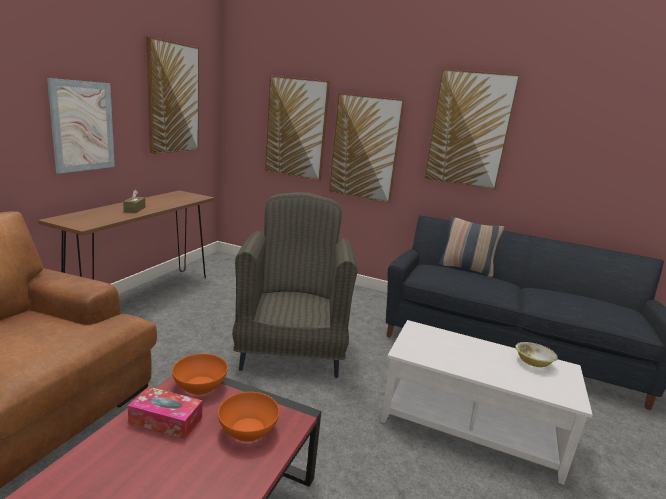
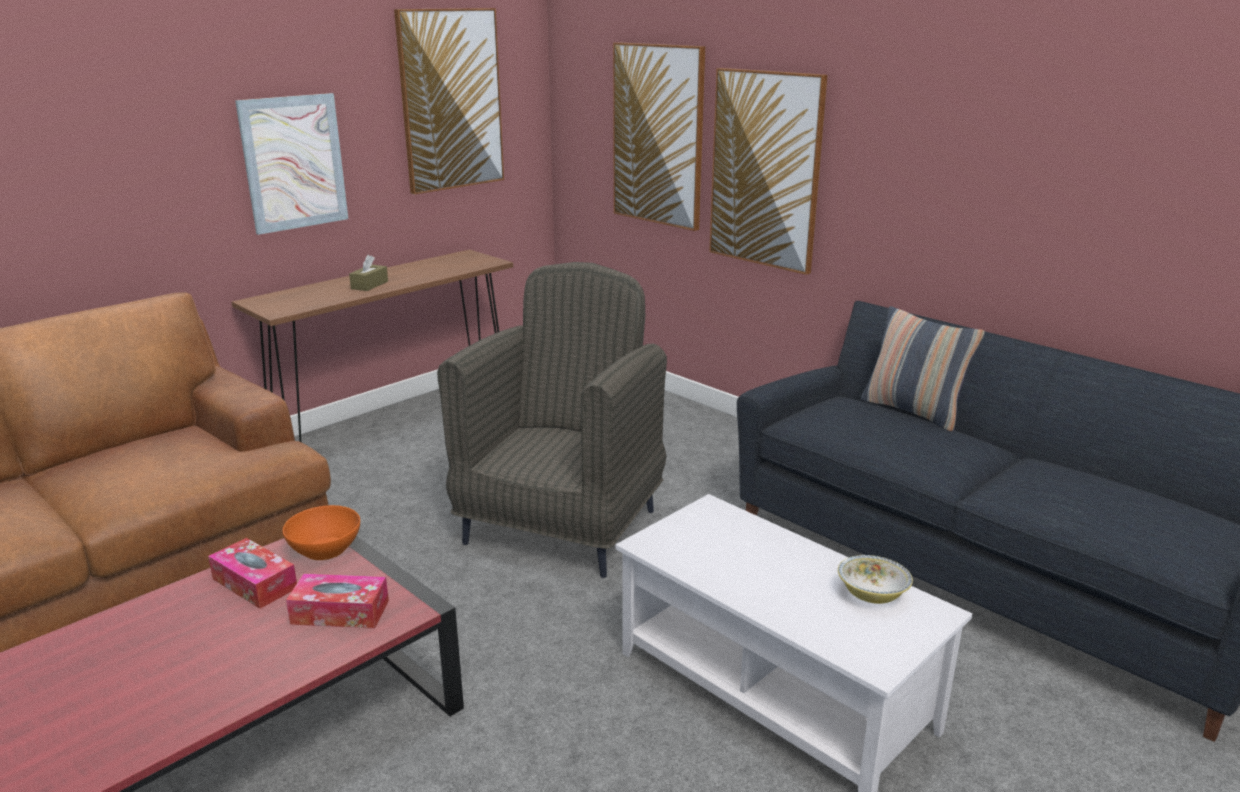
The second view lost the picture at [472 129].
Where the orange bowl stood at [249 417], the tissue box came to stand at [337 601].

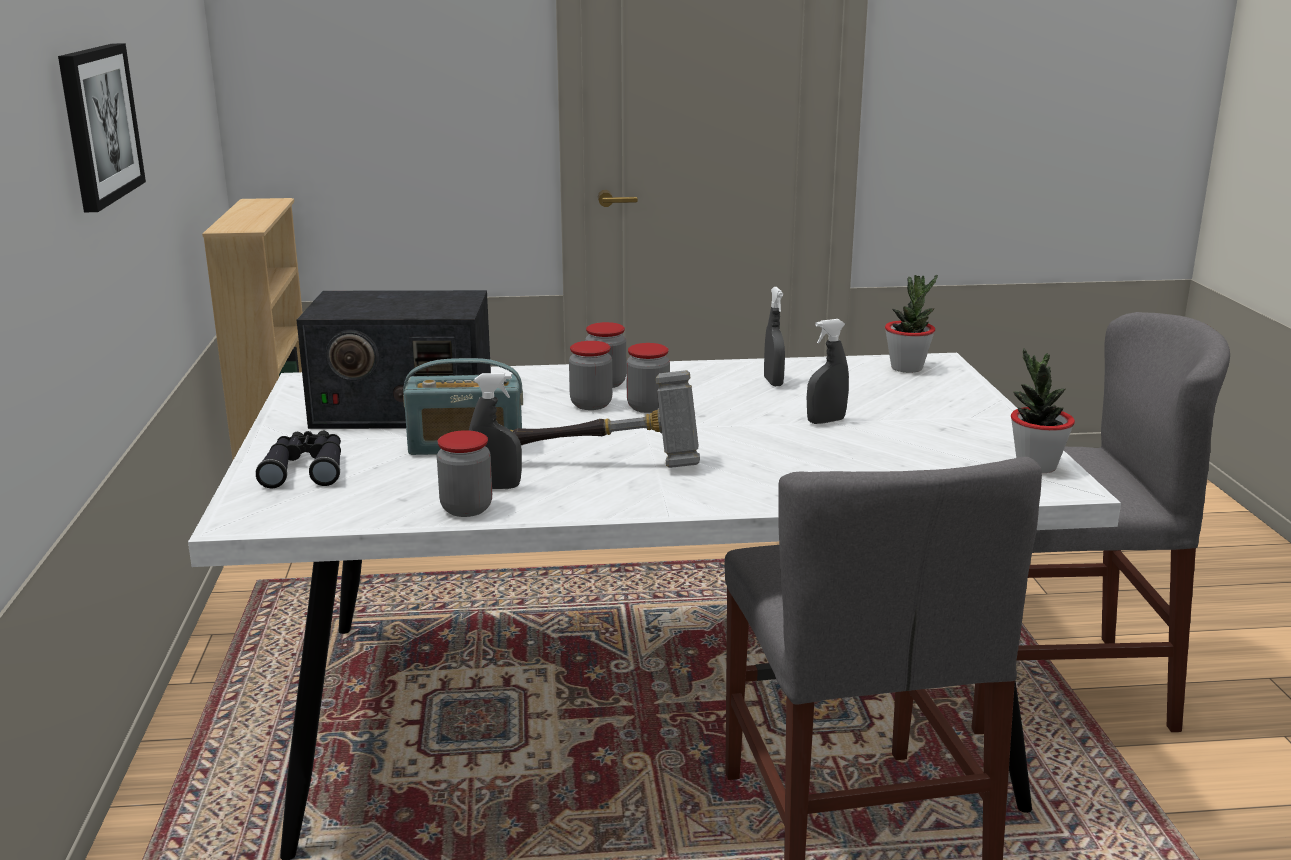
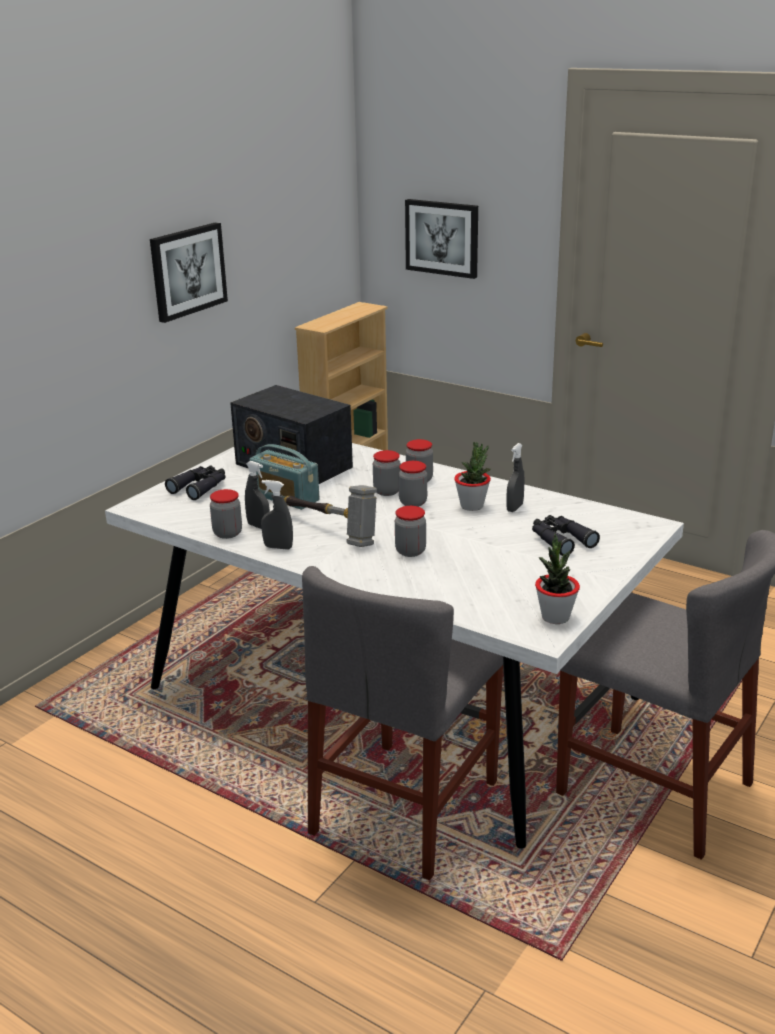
The potted plant ended up elsewhere, having gone from [911 323] to [472 476].
The grey spray bottle ended up elsewhere, having gone from [828 371] to [277 515].
The second view gained the picture at [441 239].
The second view gained the jar at [410 531].
The second view gained the black binoculars at [566 535].

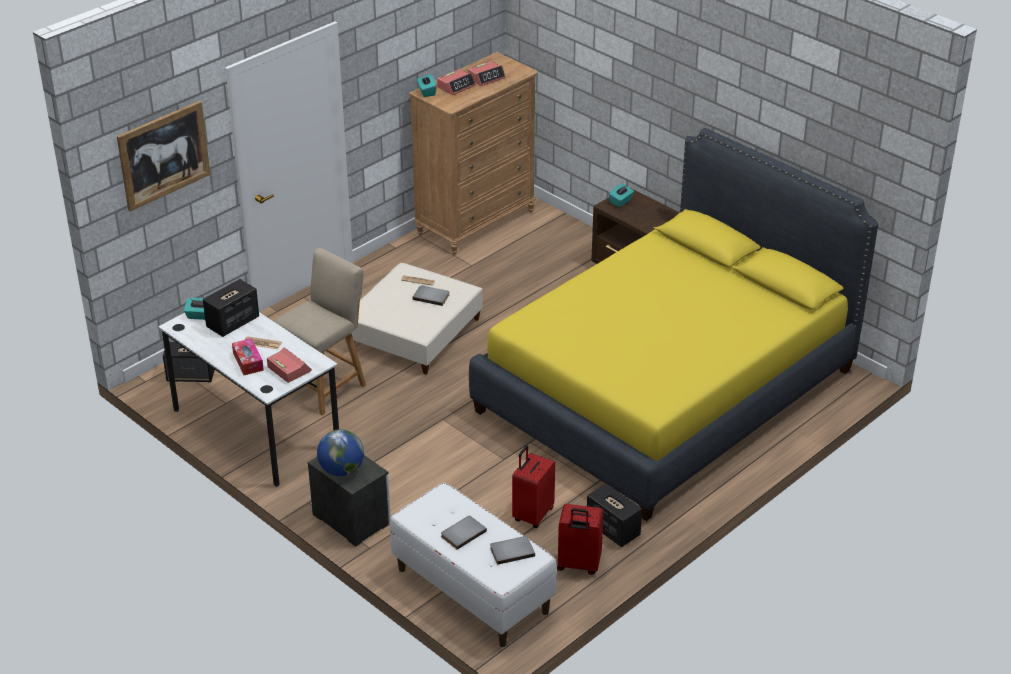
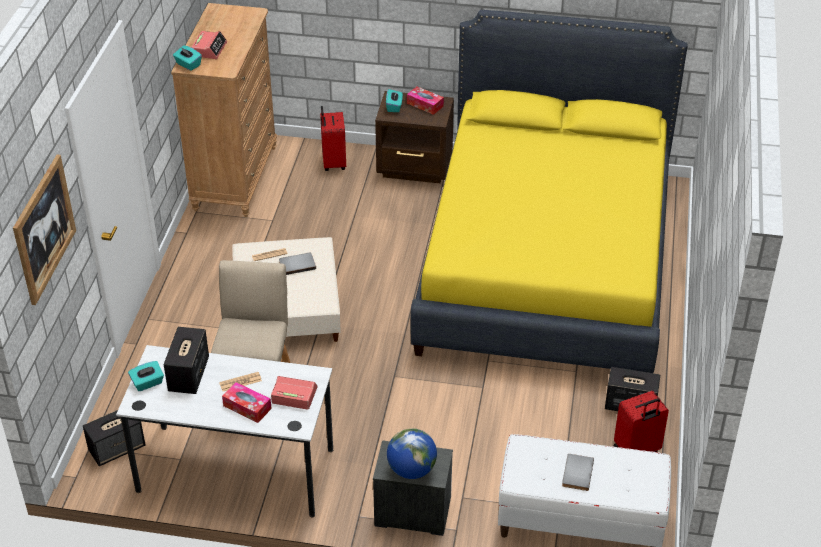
The second view lost the alarm clock at [486 73].
The red suitcase ended up elsewhere, having gone from [533 487] to [333 138].
The second view lost the grey book at [512 550].
The second view gained the tissue box at [425 101].

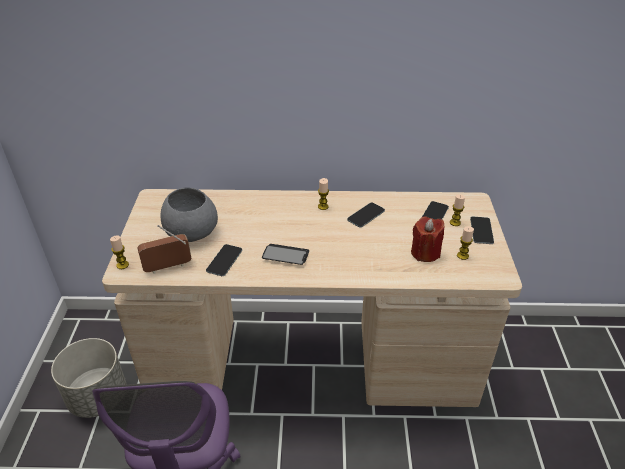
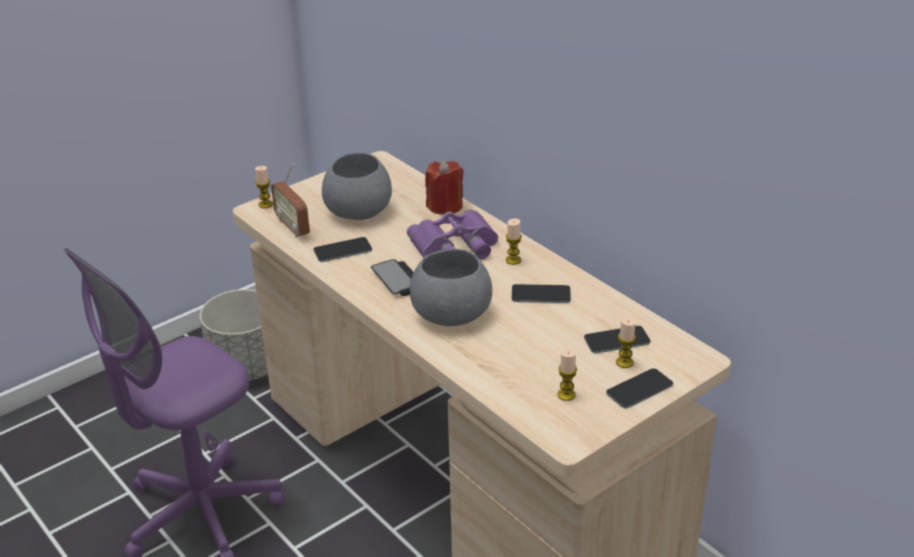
The red candle ended up elsewhere, having gone from [427 239] to [444 187].
The radio at [164 249] ended up facing another way, 150 degrees counterclockwise from before.
The second view gained the purple binoculars at [452 234].
The second view gained the grey bowl at [451 287].

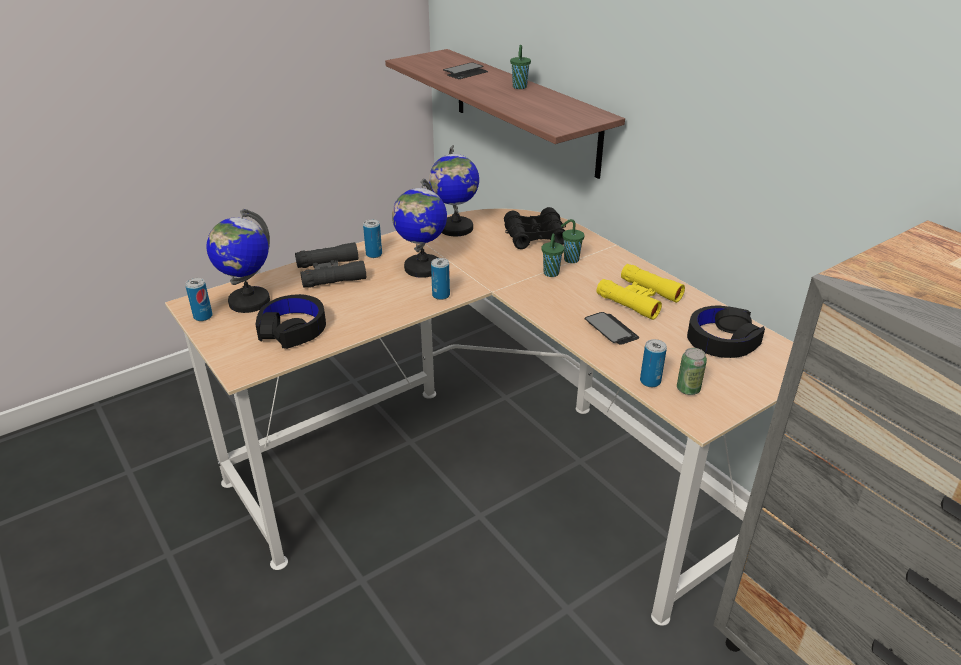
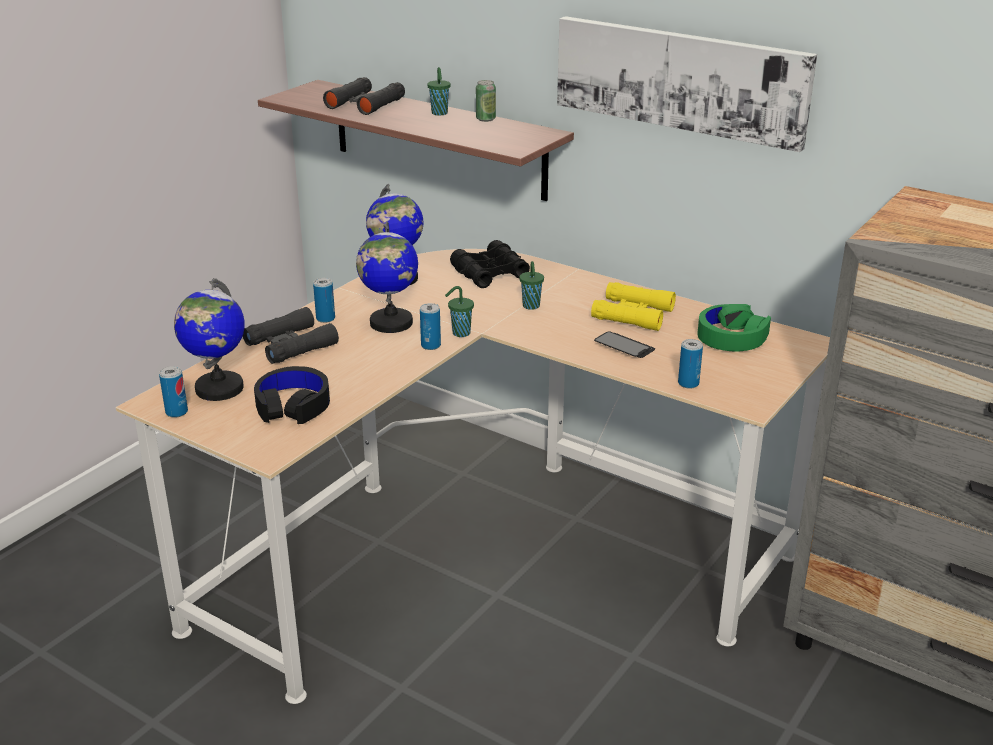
Where the phone stood at [465 70], the black binoculars came to stand at [364 96].
The green cup ended up elsewhere, having gone from [573 241] to [459 311].
What was the black headphones at [726 332] turned into the green headphones at [734 328].
The can ended up elsewhere, having gone from [692 371] to [486 101].
The second view gained the picture at [687 84].

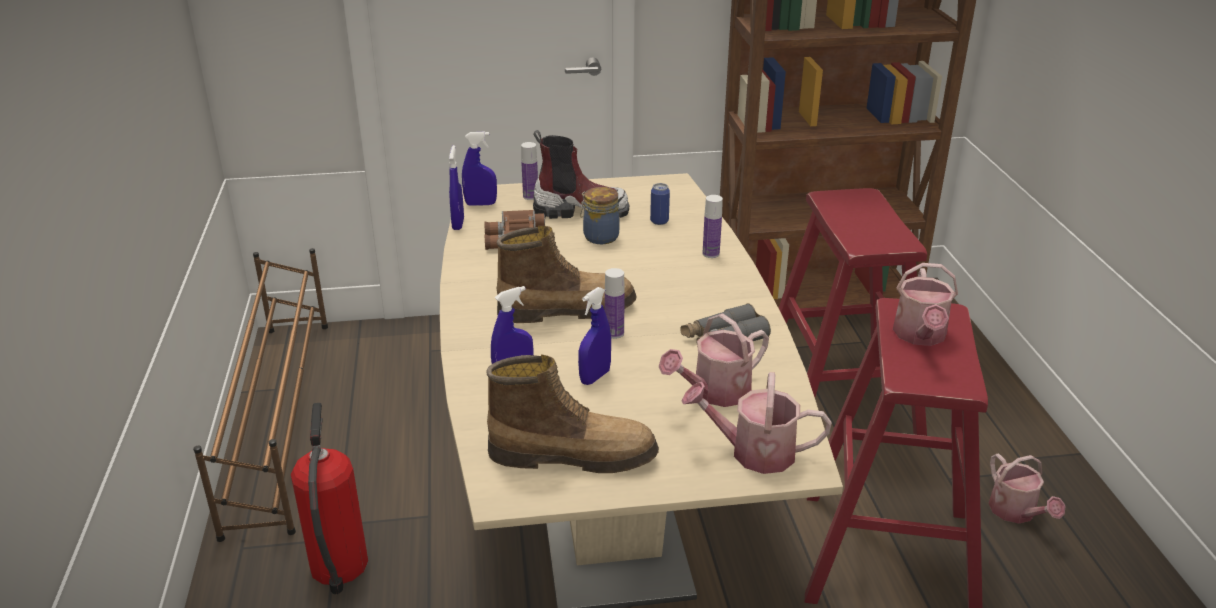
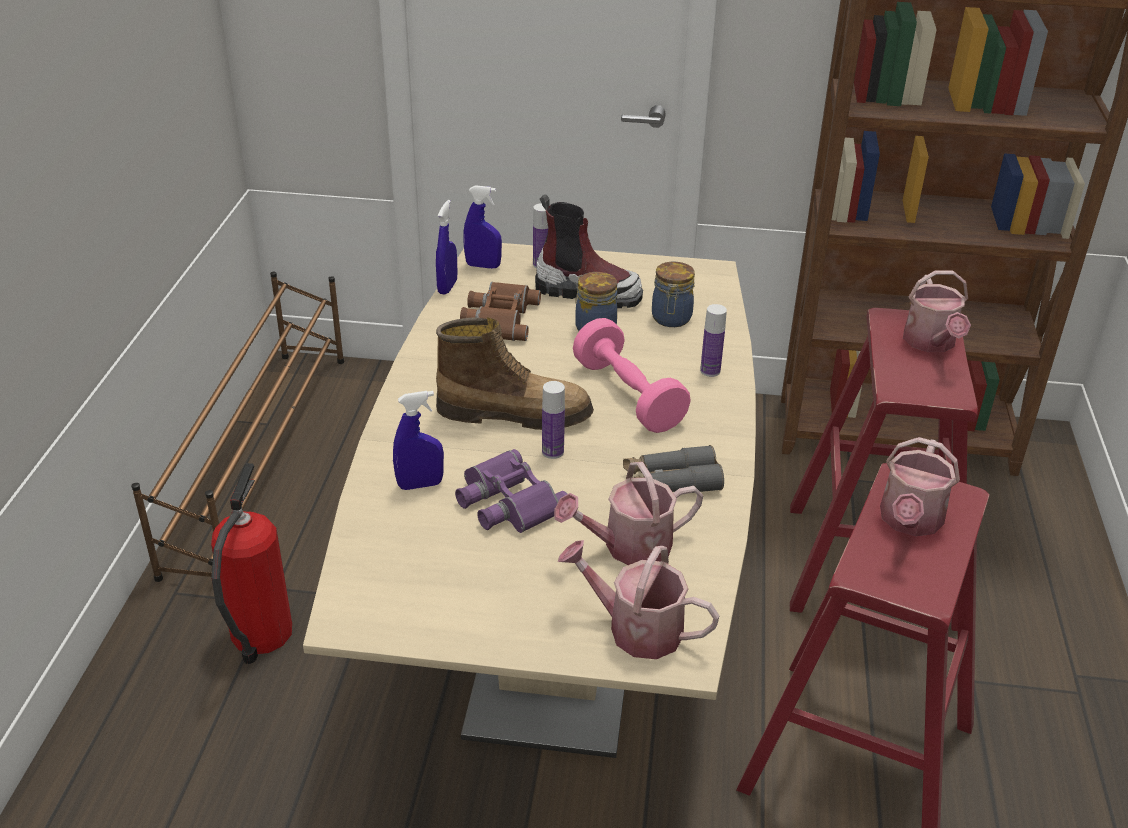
Where the can stood at [660 204], the jar came to stand at [673 294].
Where the blue spray bottle stood at [594 336], the purple binoculars came to stand at [511 491].
The second view lost the boot at [572 413].
The watering can ended up elsewhere, having gone from [1027 488] to [937 311].
The second view gained the pink dumbbell at [632 375].

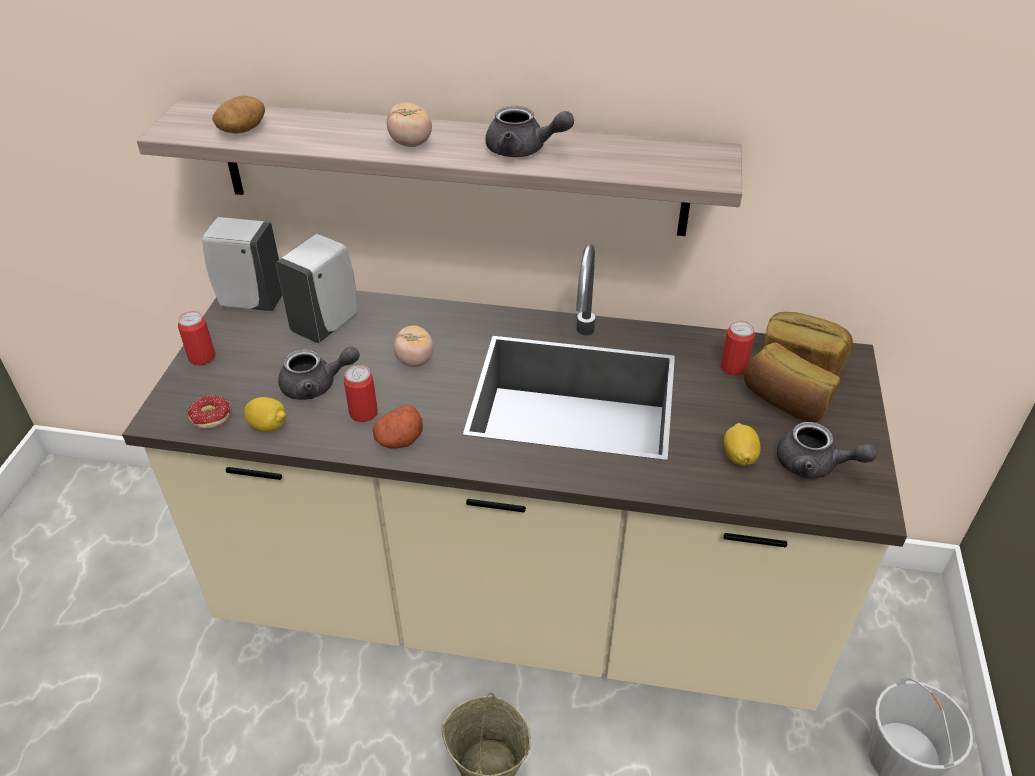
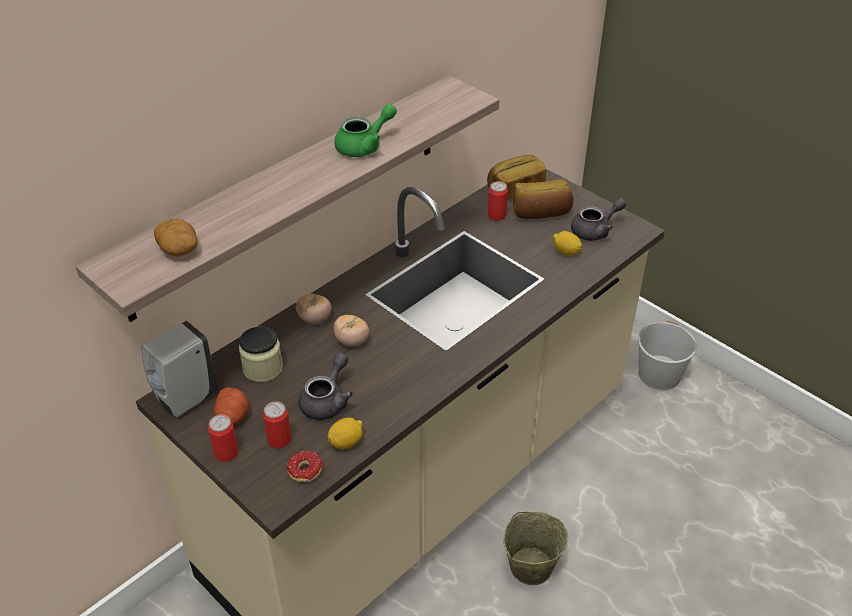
The tomato ended up elsewhere, having gone from [409 124] to [314 309].
What was the grey teapot at [530 131] turned into the green teapot at [365 130].
Where the white soap dispenser stood at [316 288], the jar came to stand at [261 354].
The can ended up elsewhere, having gone from [361 393] to [277 424].
The potato ended up elsewhere, having gone from [398 427] to [231 406].

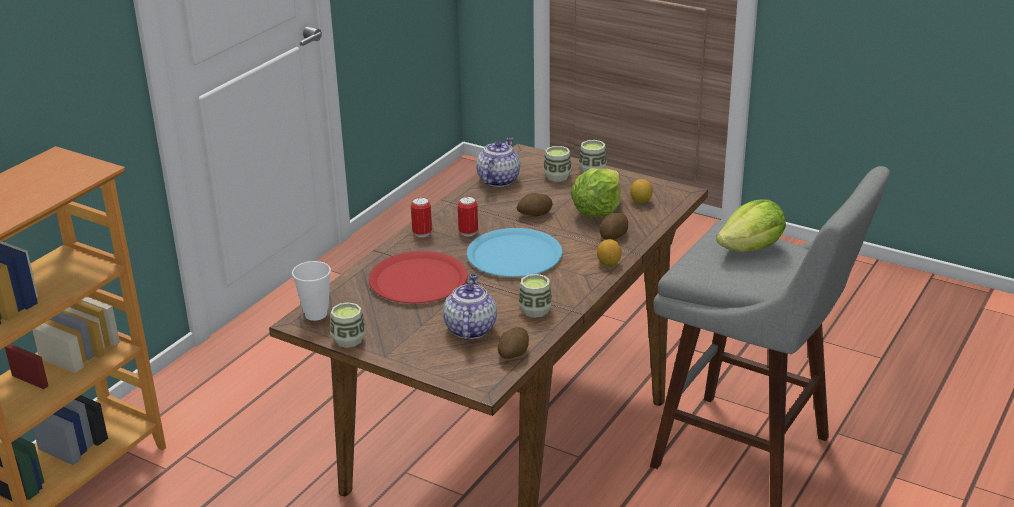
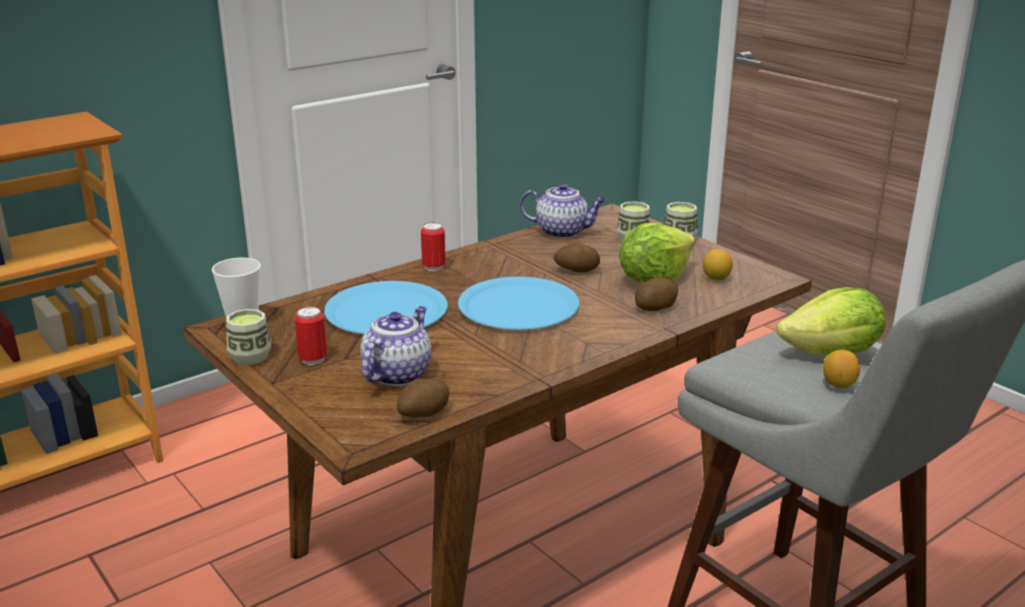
The teapot at [498 162] ended up facing another way, 60 degrees clockwise from before.
The can ended up elsewhere, having gone from [468 216] to [310 335].
The lemon ended up elsewhere, having gone from [609 252] to [841 369].
What was the red plate at [418 277] turned into the blue plate at [386 307].
The second view lost the cup at [535 296].

